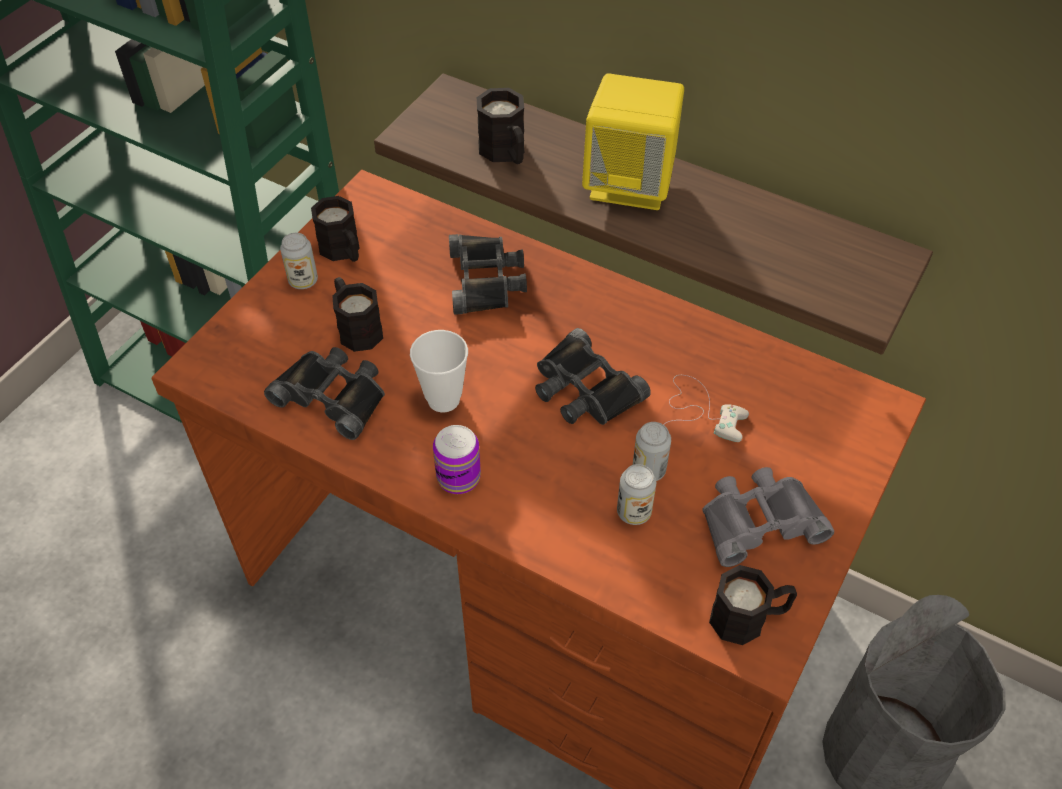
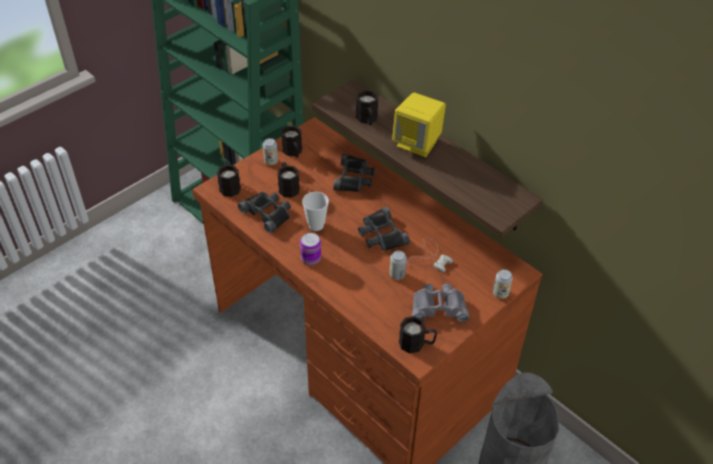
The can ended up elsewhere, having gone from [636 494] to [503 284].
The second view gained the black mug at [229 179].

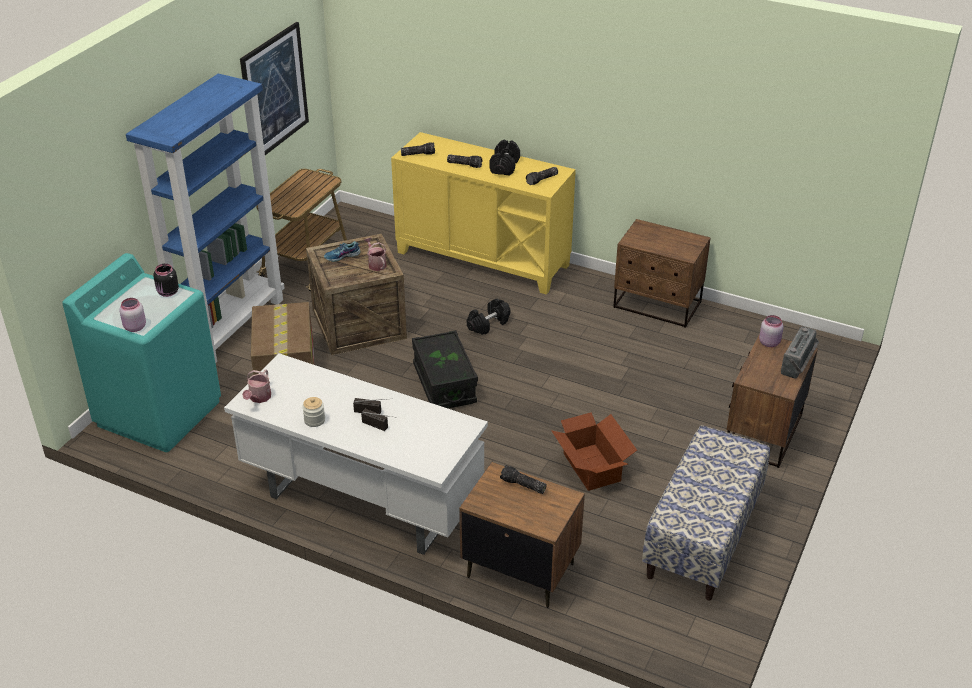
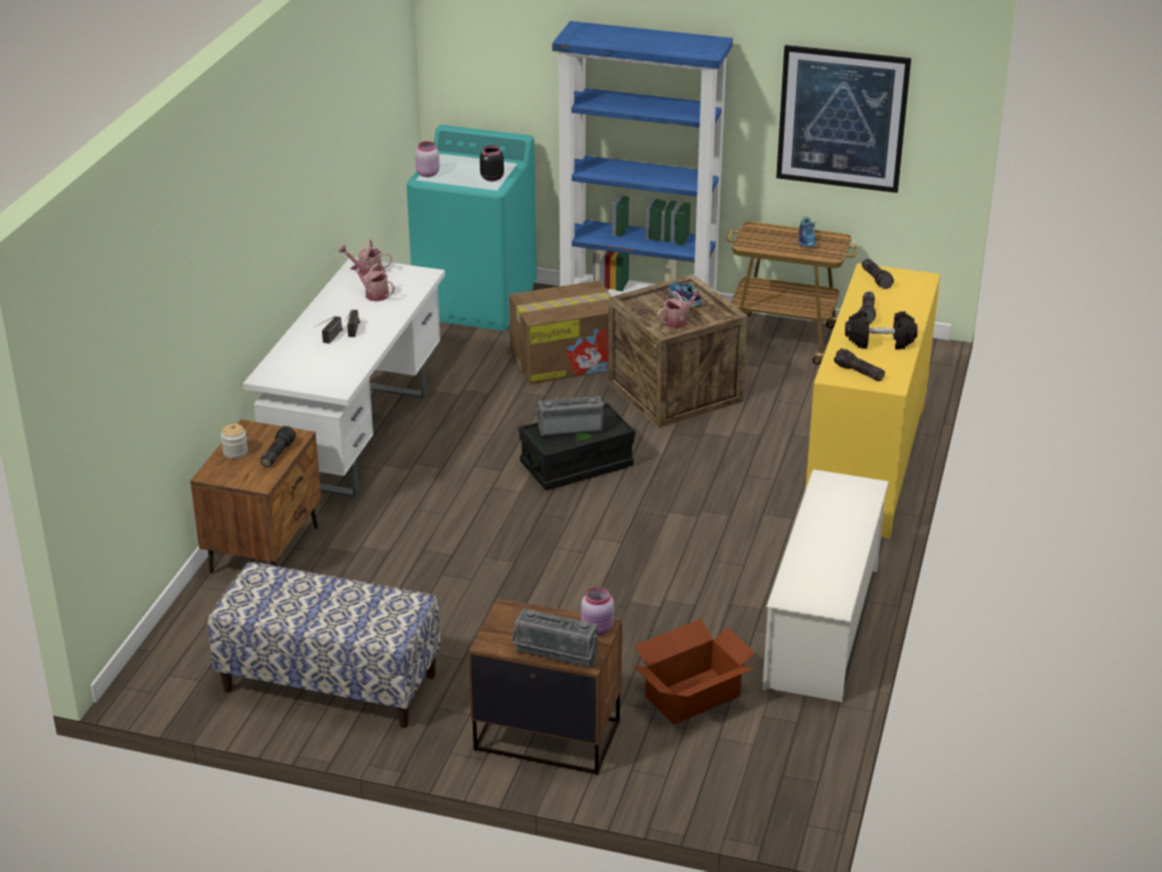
Where the brown nightstand stood at [662 273], the white shoe rack came to stand at [825 586].
The second view lost the black dumbbell at [488 317].
The jar ended up elsewhere, having gone from [313 412] to [234 441].
The cardboard box ended up elsewhere, having gone from [594 451] to [694 672].
The second view gained the shoe at [808 231].
The second view gained the watering can at [372 282].
The second view gained the radio at [570 416].

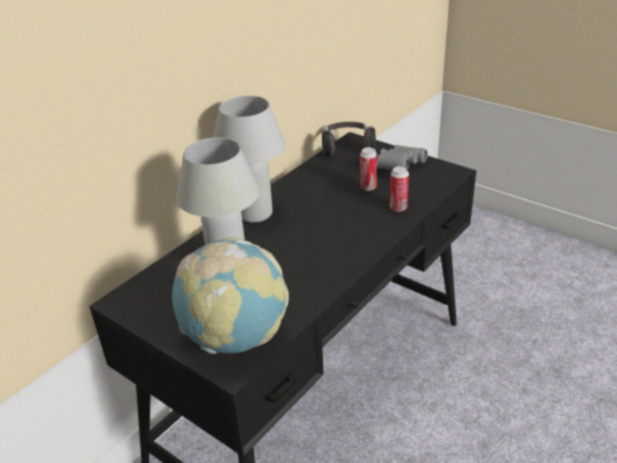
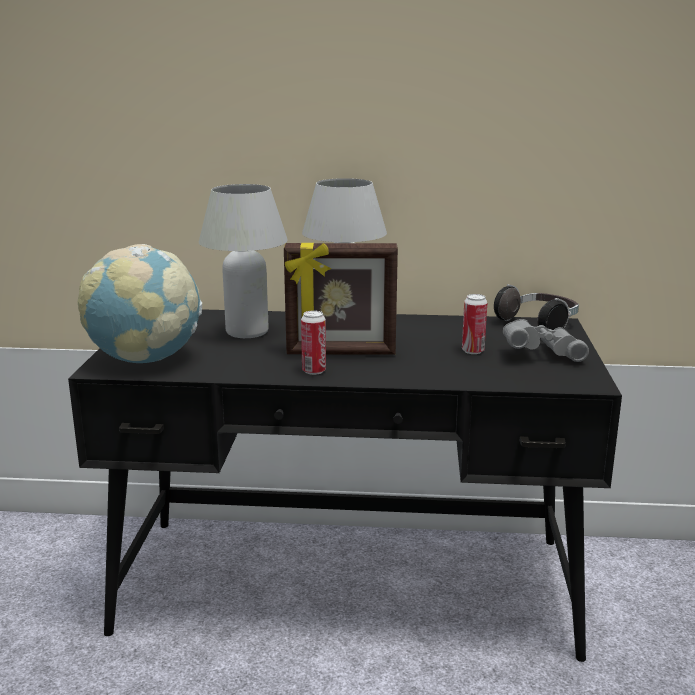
The can ended up elsewhere, having gone from [399 189] to [313 342].
The second view gained the picture frame at [341 299].

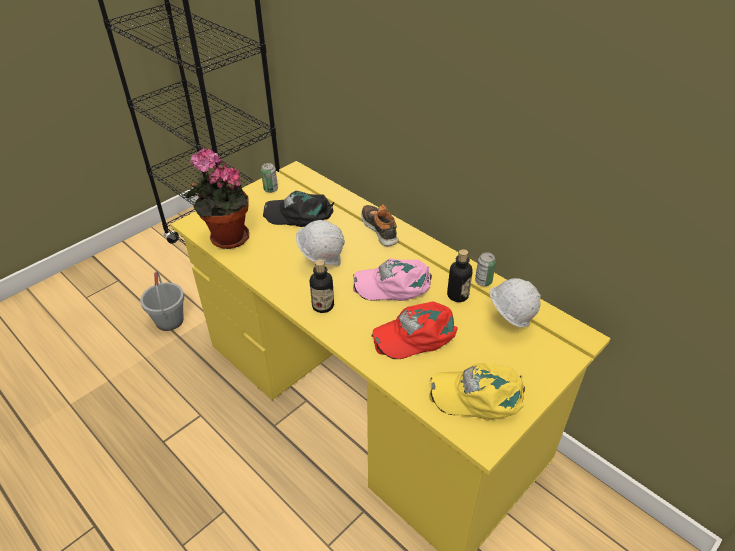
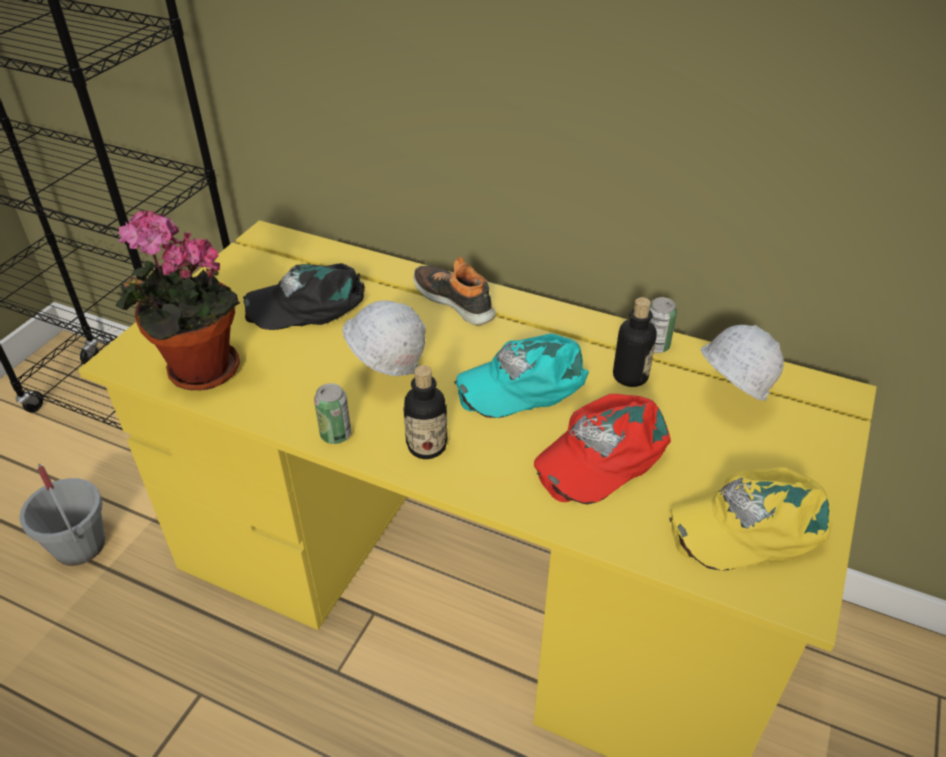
The can ended up elsewhere, having gone from [269 178] to [332 413].
What was the pink cap at [392 279] turned into the turquoise cap at [521 375].

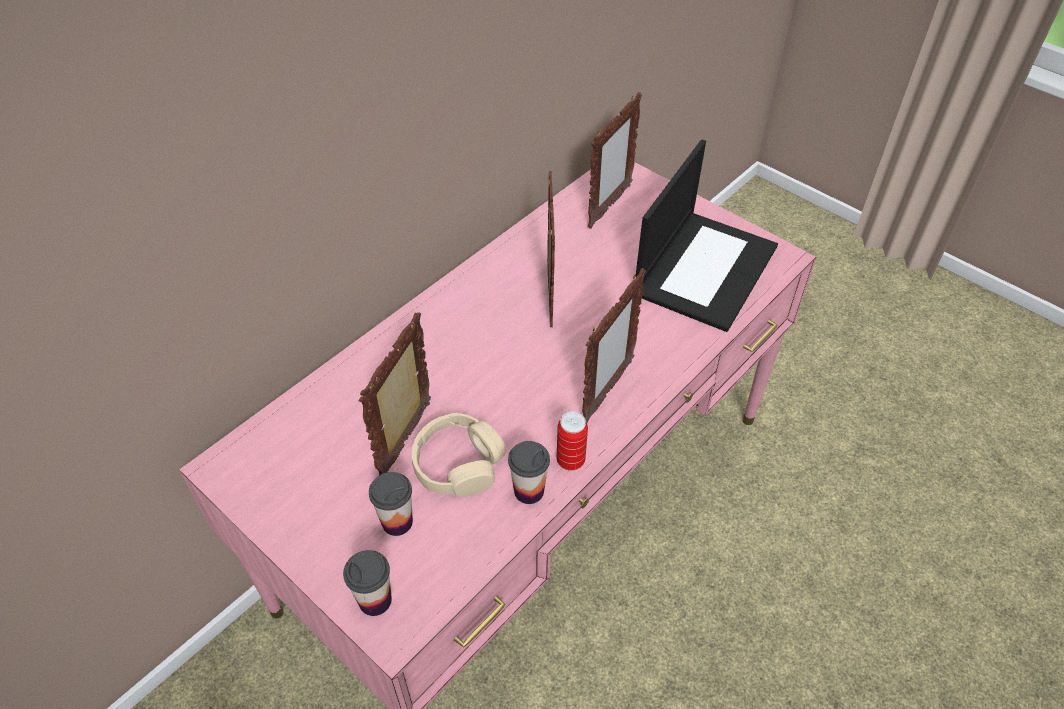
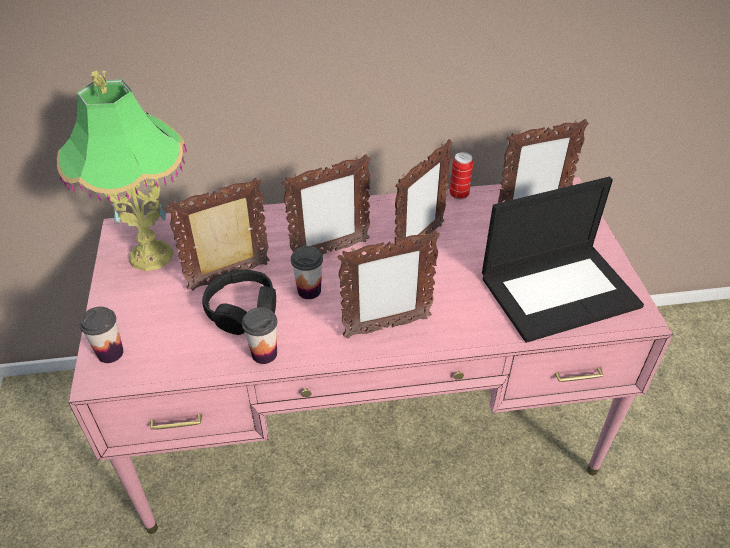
The can ended up elsewhere, having gone from [572 441] to [461 176].
What was the beige headphones at [458 455] turned into the black headphones at [239 302].
The cup ended up elsewhere, having gone from [391 504] to [307 272].
The second view gained the table lamp at [122 170].
The second view gained the picture frame at [326 204].

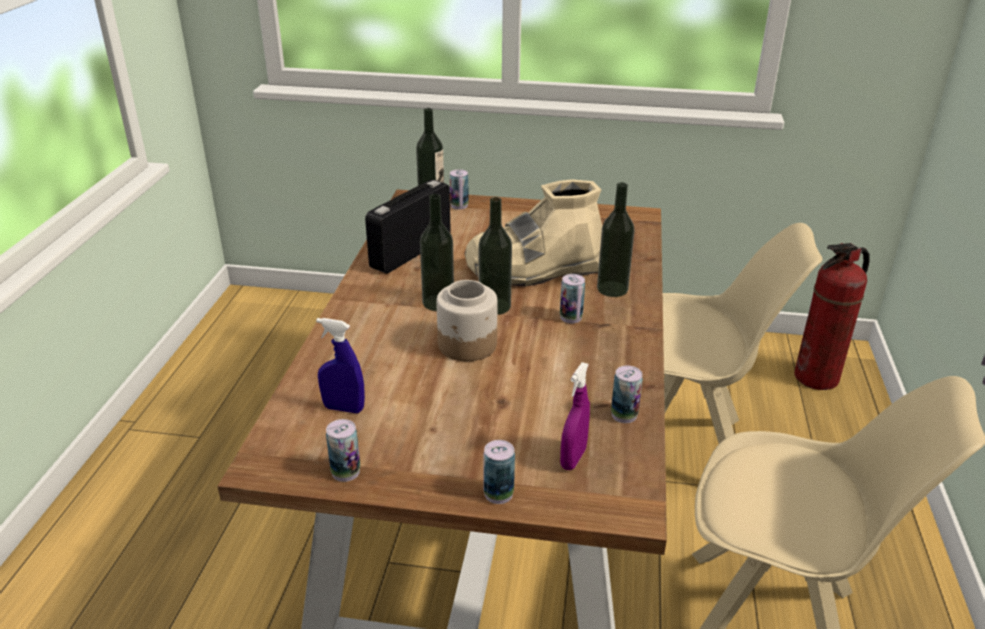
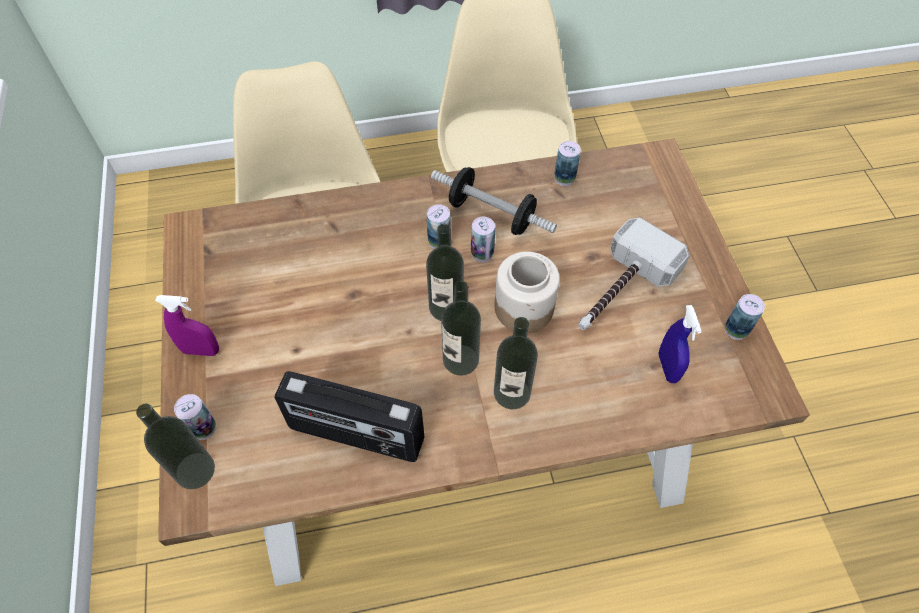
The second view lost the beige boot at [533 233].
The bottle ended up elsewhere, having gone from [616 239] to [516 363].
The second view lost the fire extinguisher at [832 316].
The purple spray bottle ended up elsewhere, having gone from [575 416] to [187 325].
The can ended up elsewhere, having gone from [499 472] to [483 239].
The second view gained the dumbbell at [494 201].
The second view gained the hammer at [634 274].

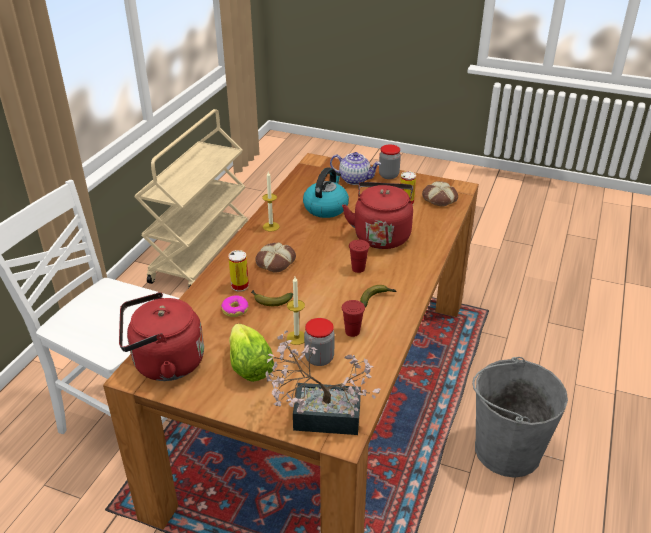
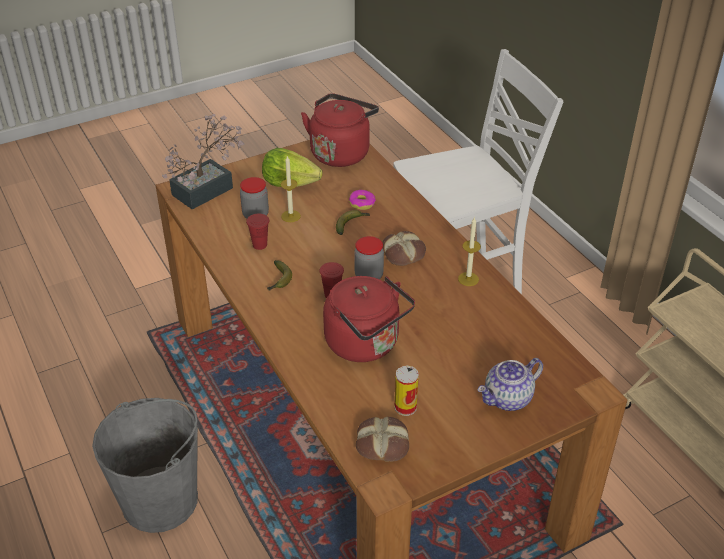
The jar ended up elsewhere, having gone from [390 162] to [369 258].
The second view lost the kettle at [326 192].
The second view lost the can at [238 271].

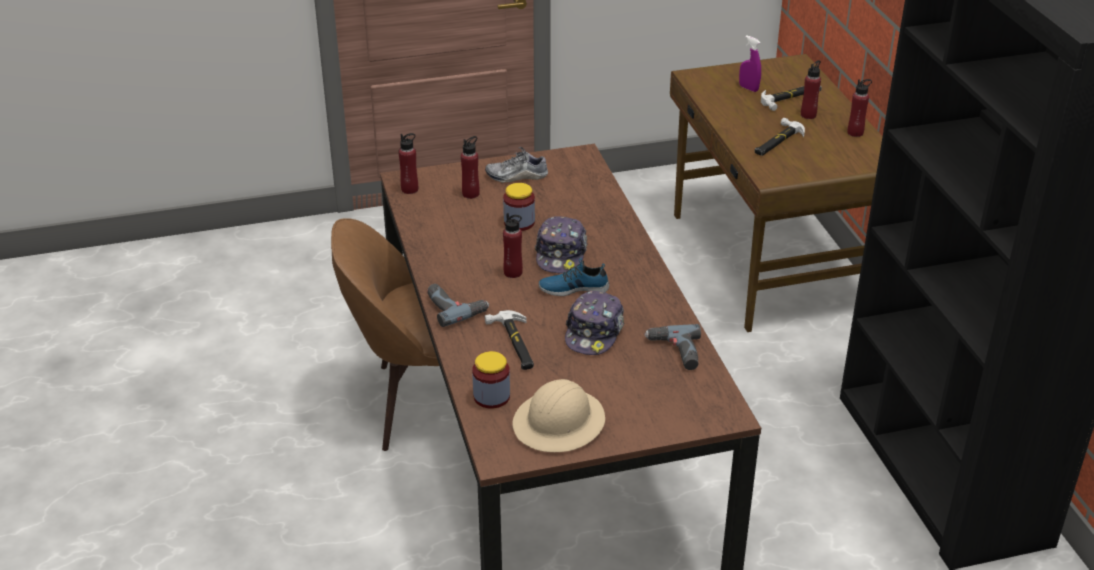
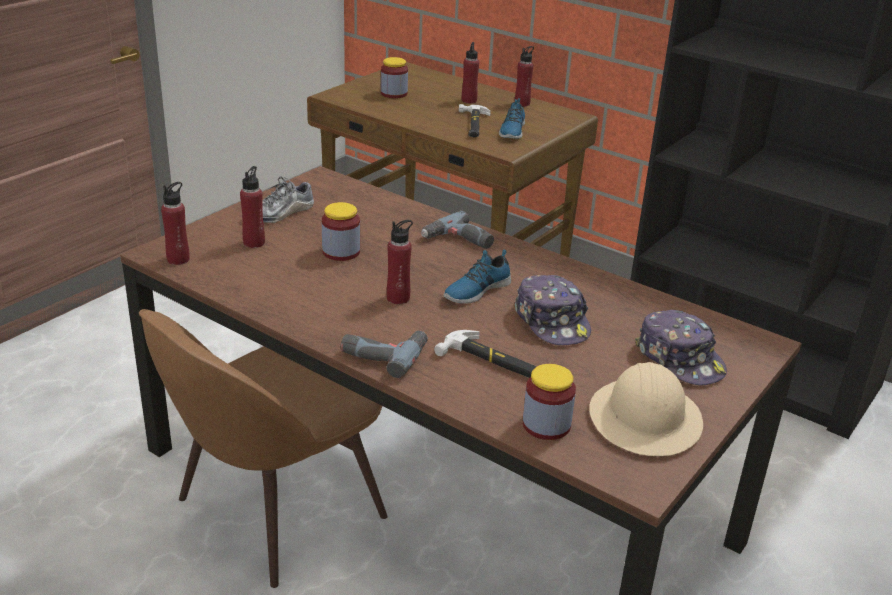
Where the purple spray bottle stood at [750 63], the jar came to stand at [394 77].
The second view lost the hammer at [791 98].
The cap ended up elsewhere, having gone from [561 245] to [681 347].
The power drill ended up elsewhere, having gone from [672 347] to [457 230].
The second view gained the shoe at [512 118].

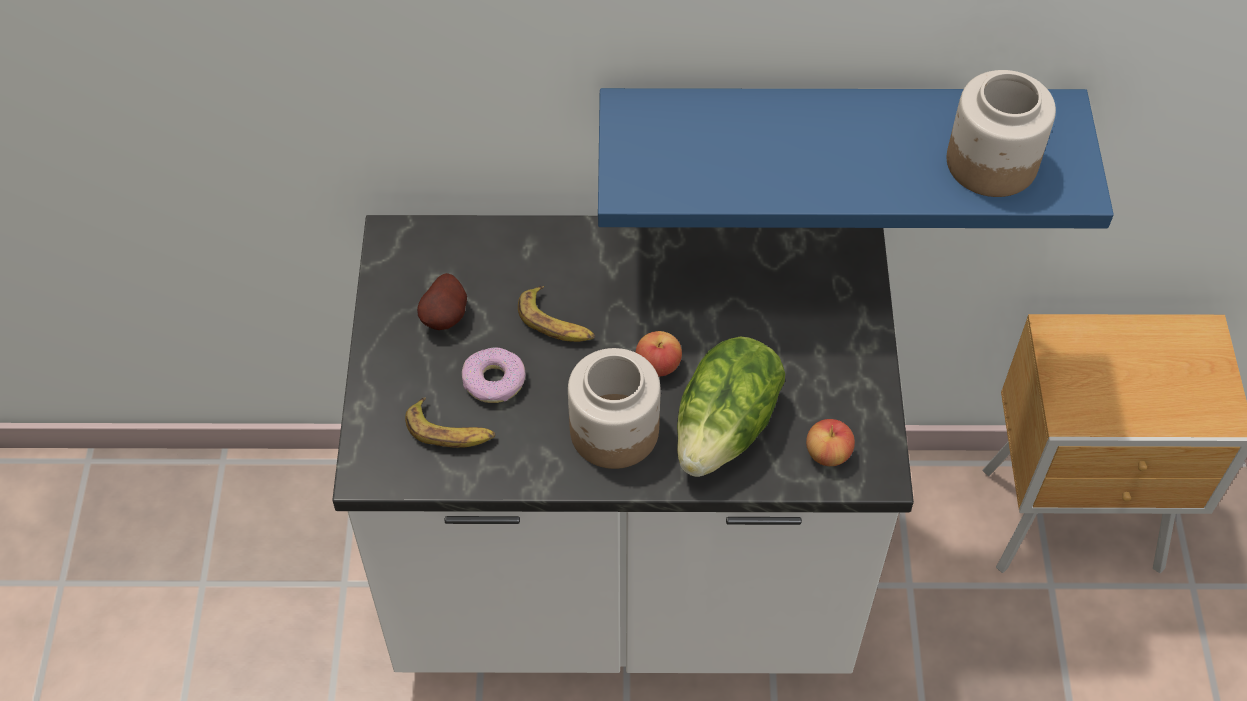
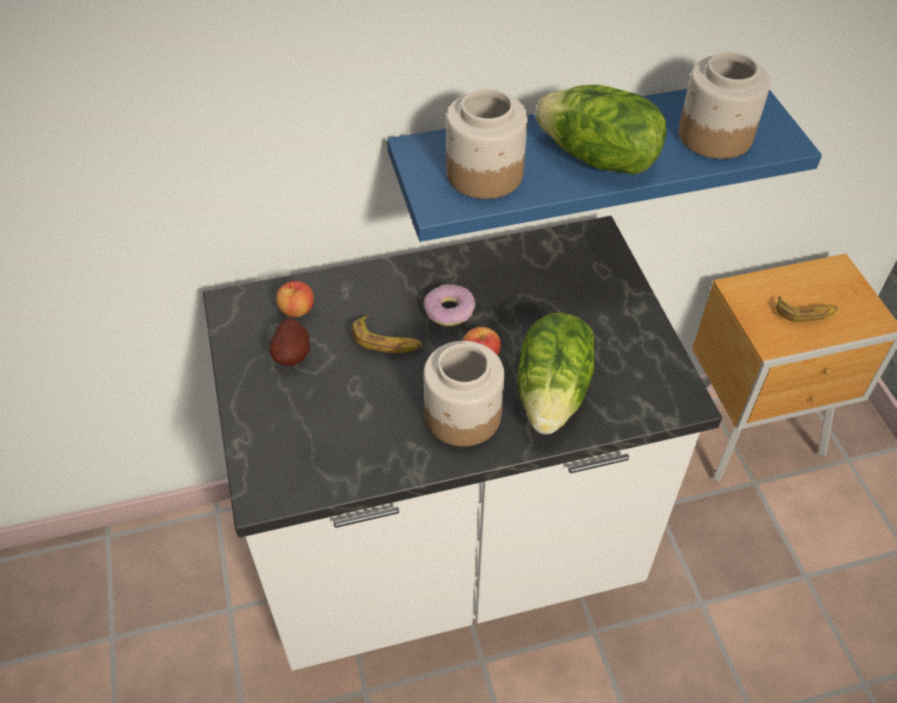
The donut ended up elsewhere, having gone from [494 375] to [449 305].
The banana ended up elsewhere, having gone from [450 422] to [807 309].
The apple ended up elsewhere, having gone from [830 442] to [295 299].
The second view gained the lettuce at [600 130].
The second view gained the jar at [487 144].

